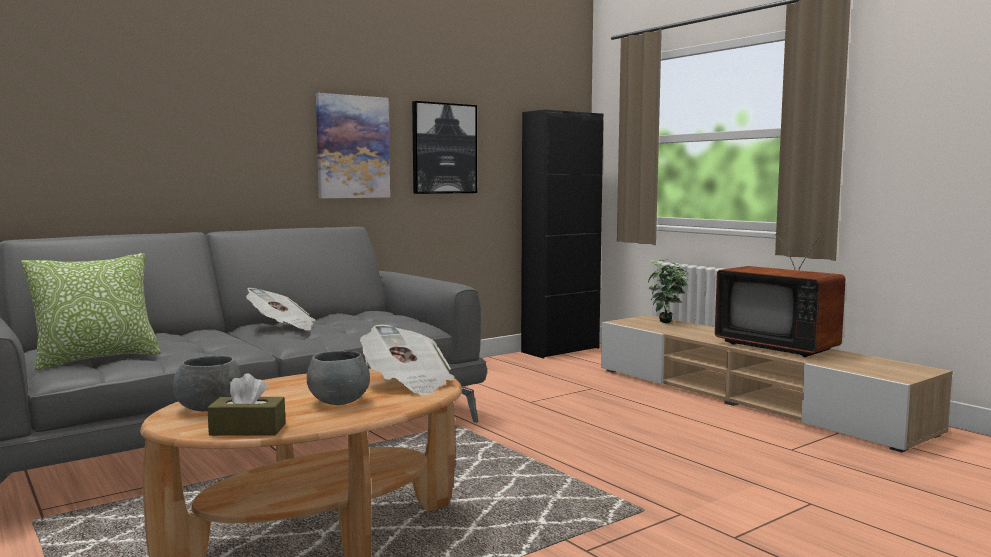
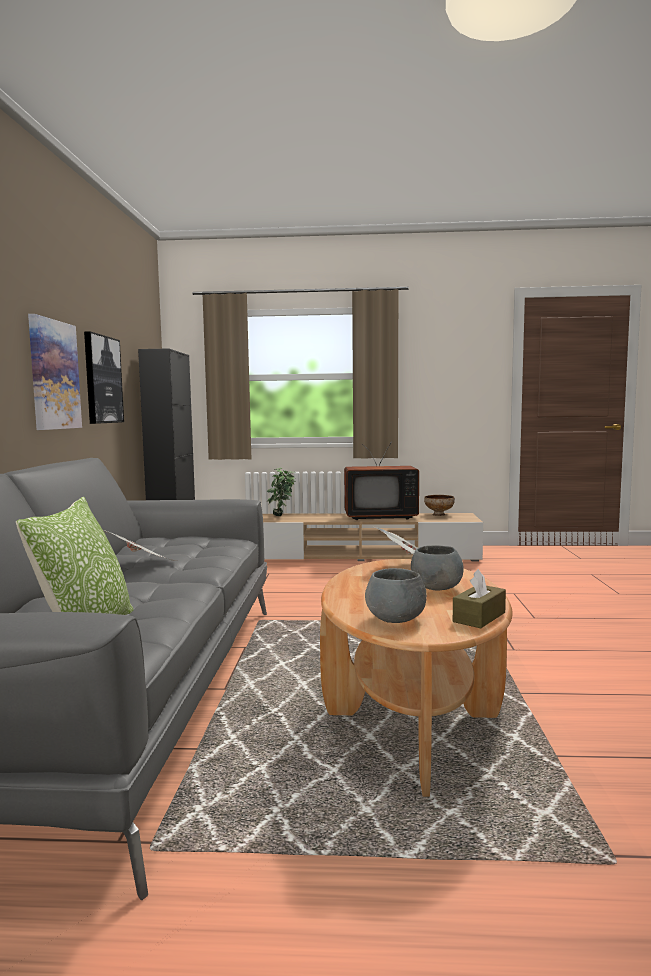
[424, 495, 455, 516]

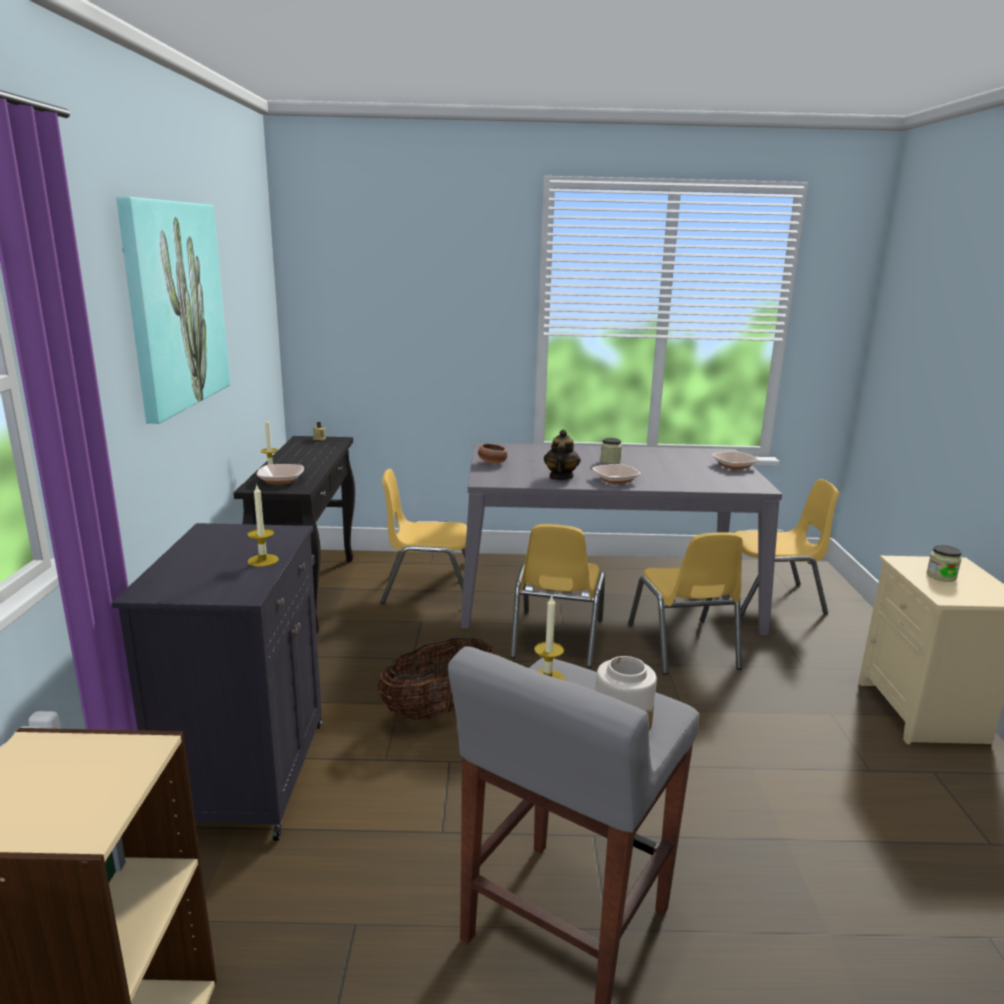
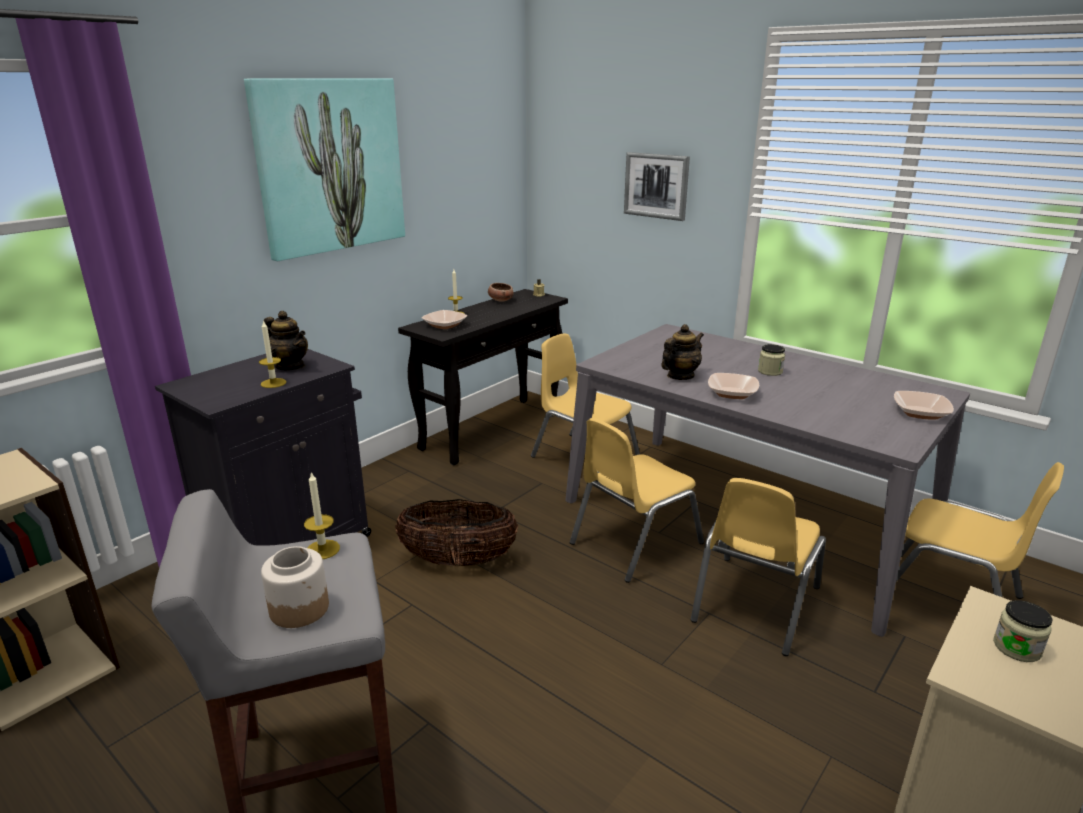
[488, 283, 514, 302]
[264, 311, 308, 370]
[624, 152, 690, 221]

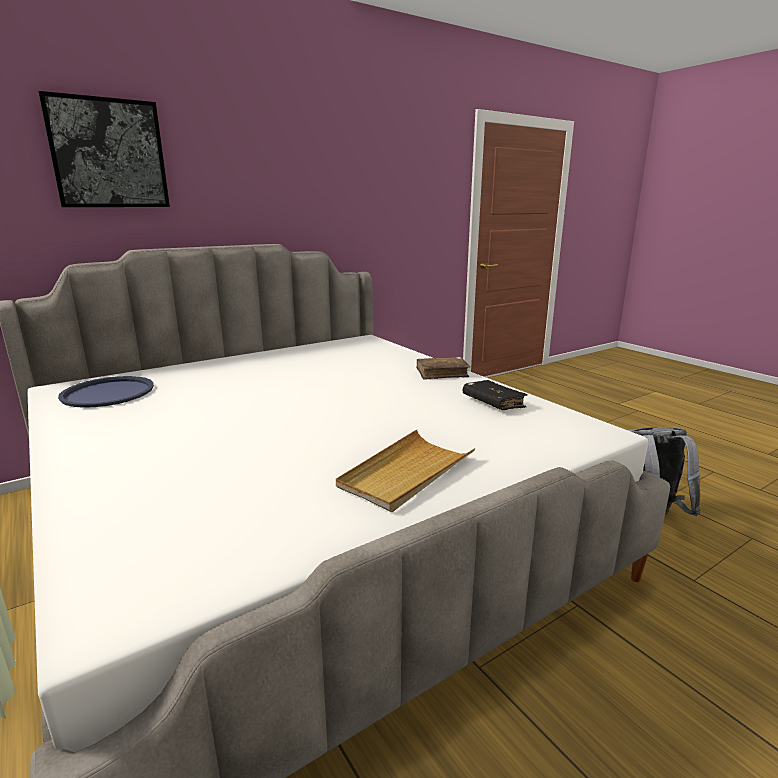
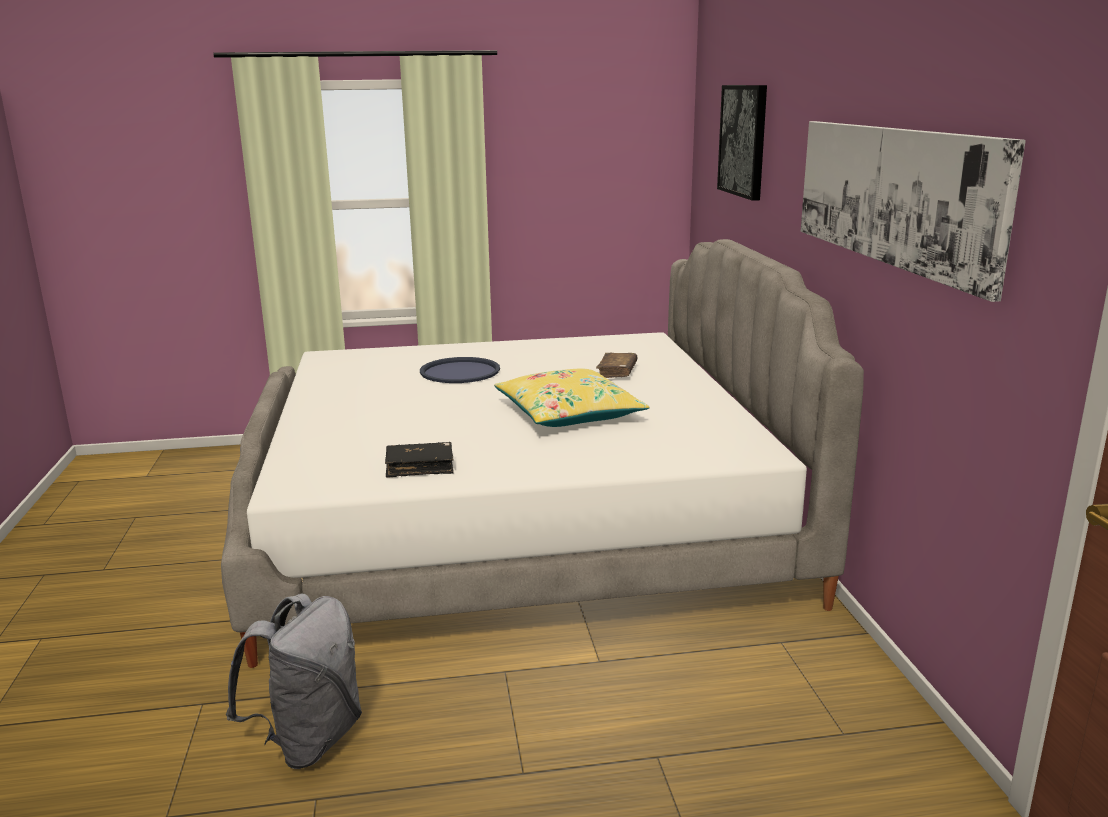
[420, 357, 500, 383]
[336, 429, 475, 512] (first image)
[596, 353, 637, 378]
[494, 369, 649, 427]
[801, 121, 1026, 302]

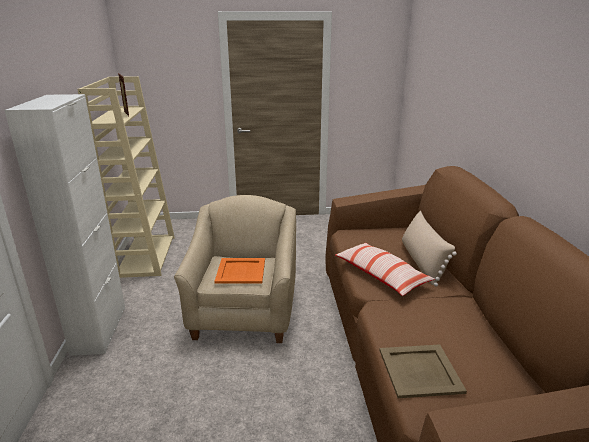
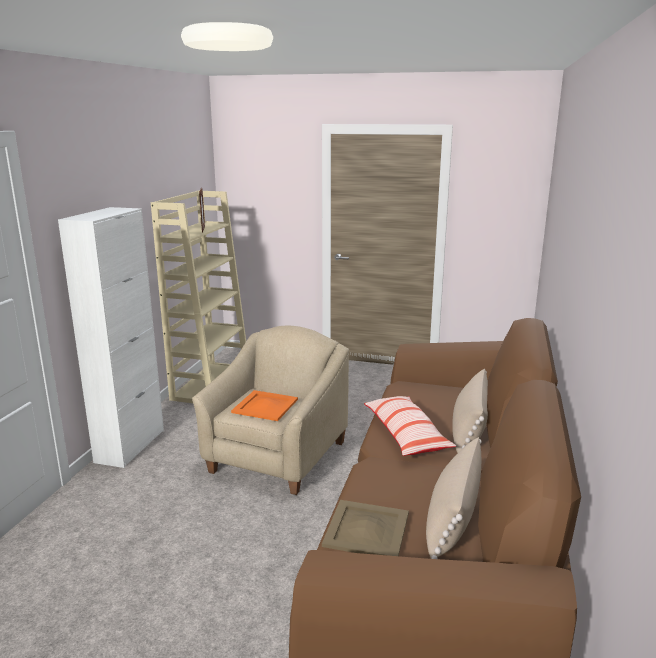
[426, 437, 482, 559]

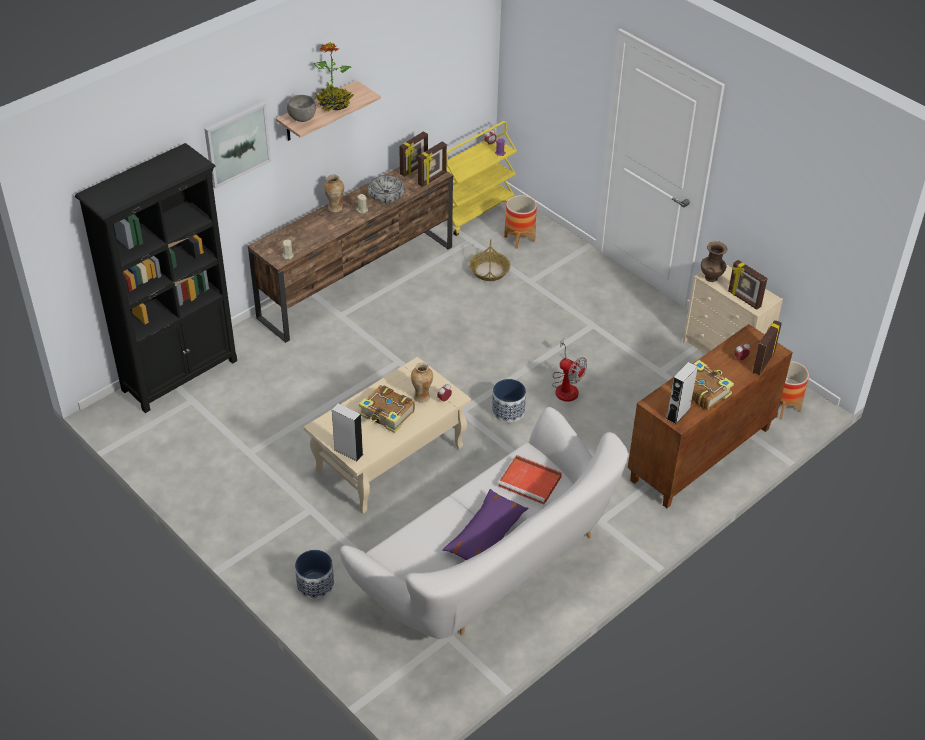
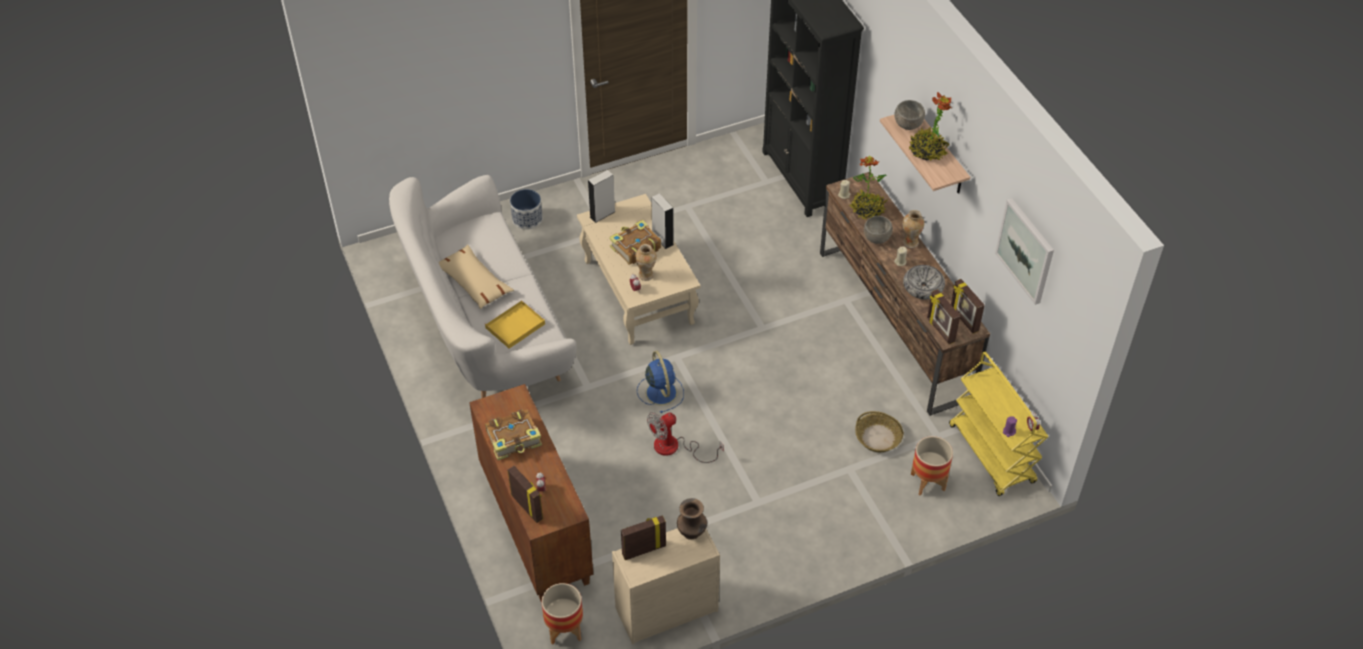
[995, 199, 1054, 305]
[439, 244, 514, 309]
[637, 351, 684, 413]
[484, 300, 545, 349]
[651, 193, 674, 249]
[850, 156, 888, 219]
[864, 216, 893, 244]

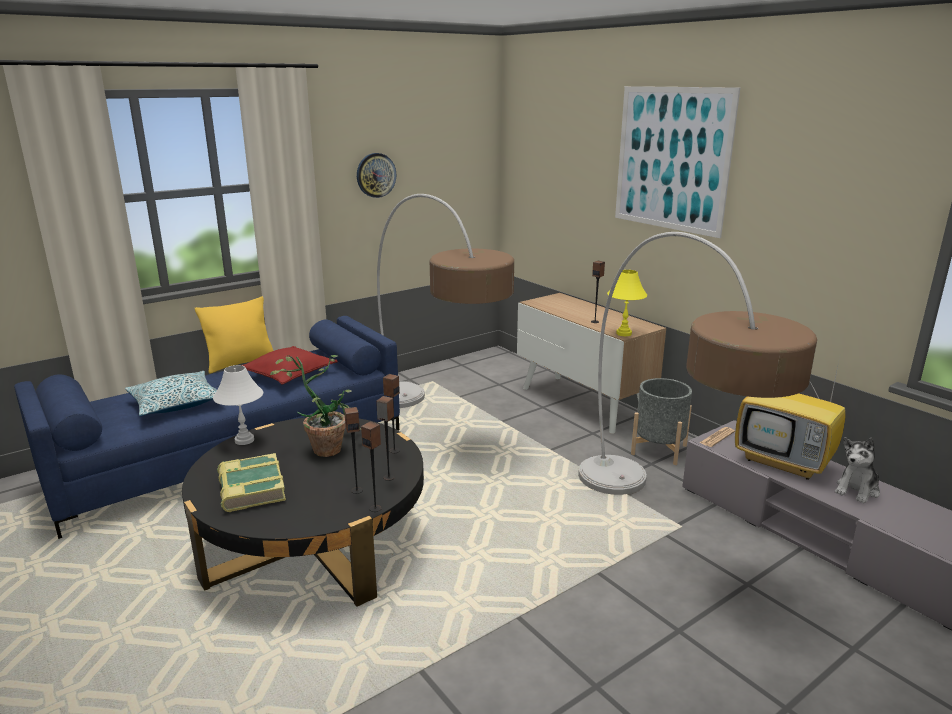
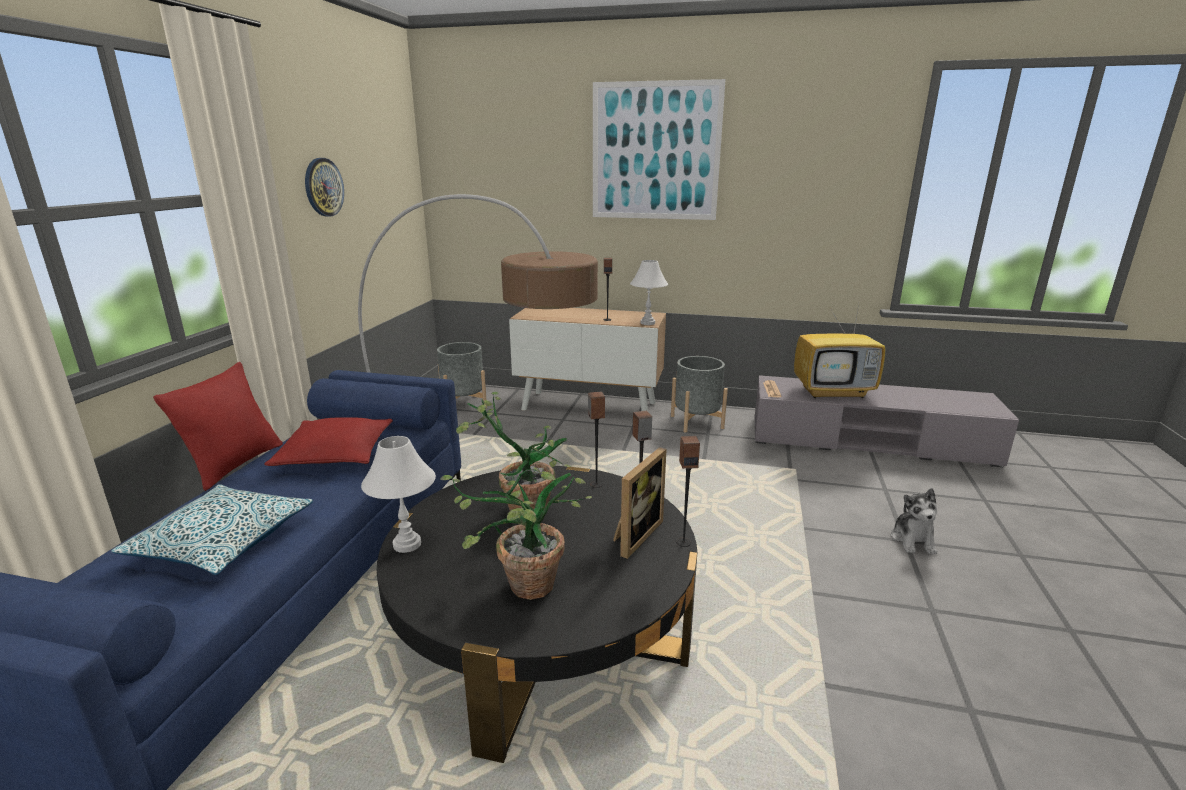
[153, 362, 283, 491]
[440, 467, 592, 600]
[613, 447, 667, 559]
[578, 232, 817, 495] (first image)
[630, 260, 668, 325]
[891, 488, 937, 554]
[437, 342, 487, 408]

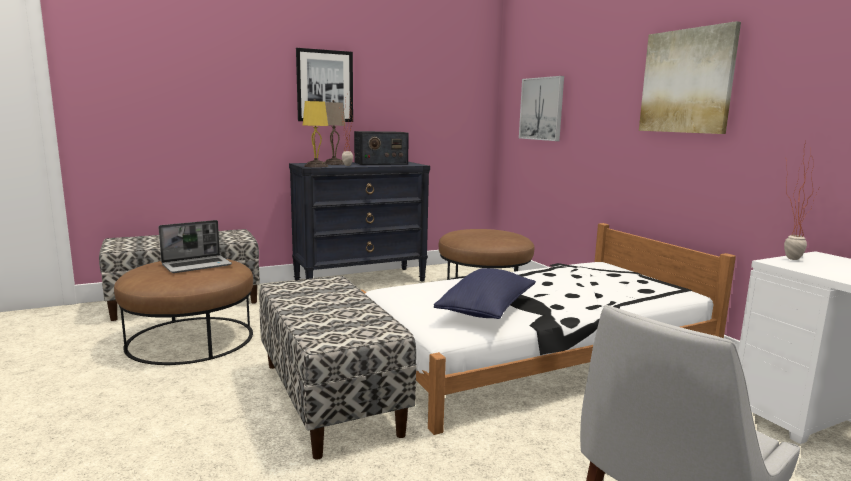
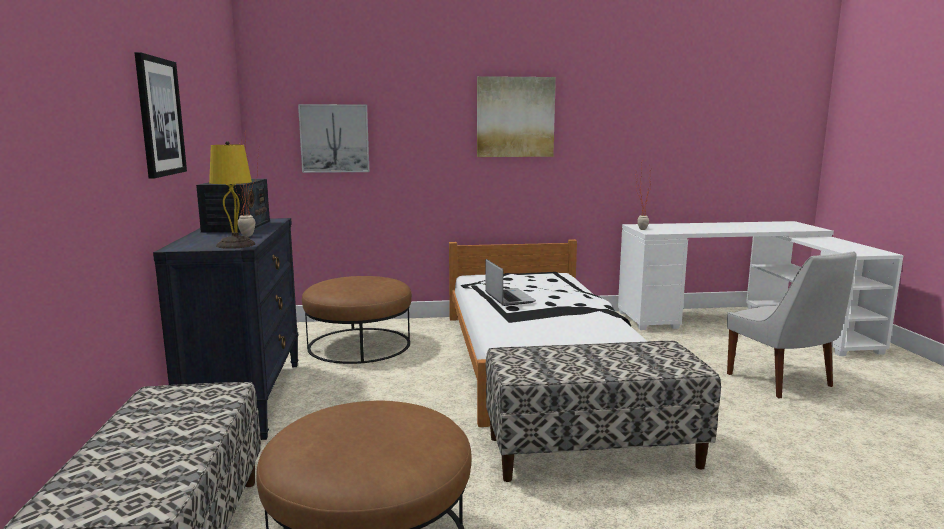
[485, 259, 536, 306]
[325, 100, 346, 165] (first image)
[434, 268, 536, 319] (first image)

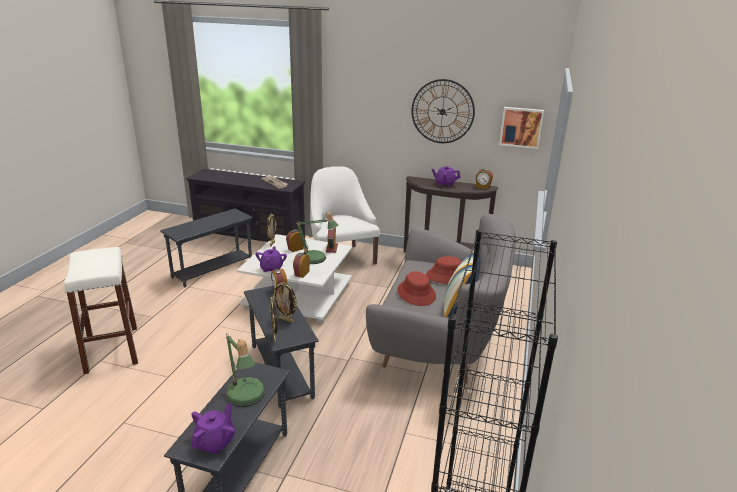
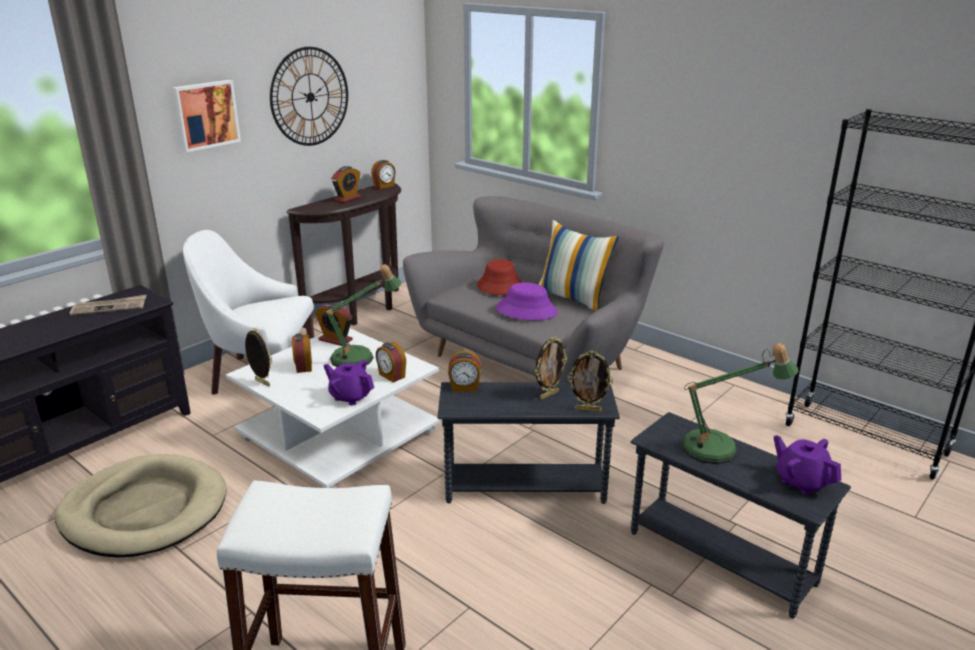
[55, 454, 227, 558]
[496, 283, 558, 320]
[331, 166, 361, 203]
[172, 80, 241, 152]

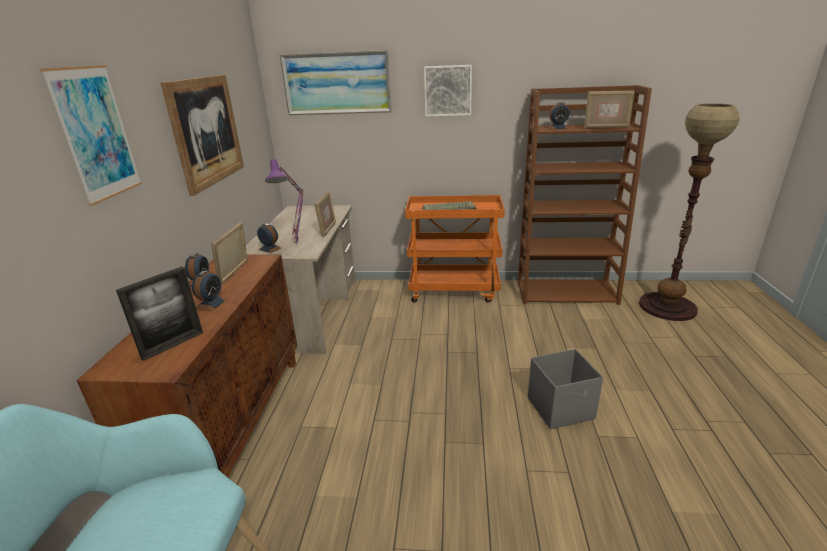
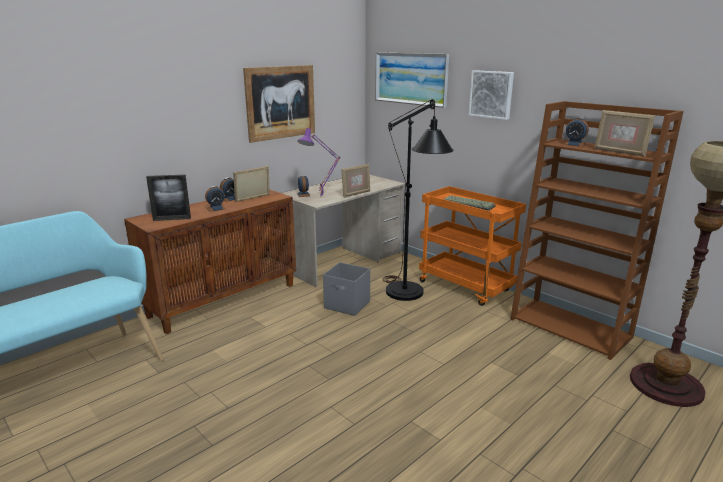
[40, 65, 142, 206] (first image)
[323, 262, 370, 316]
[382, 99, 454, 301]

